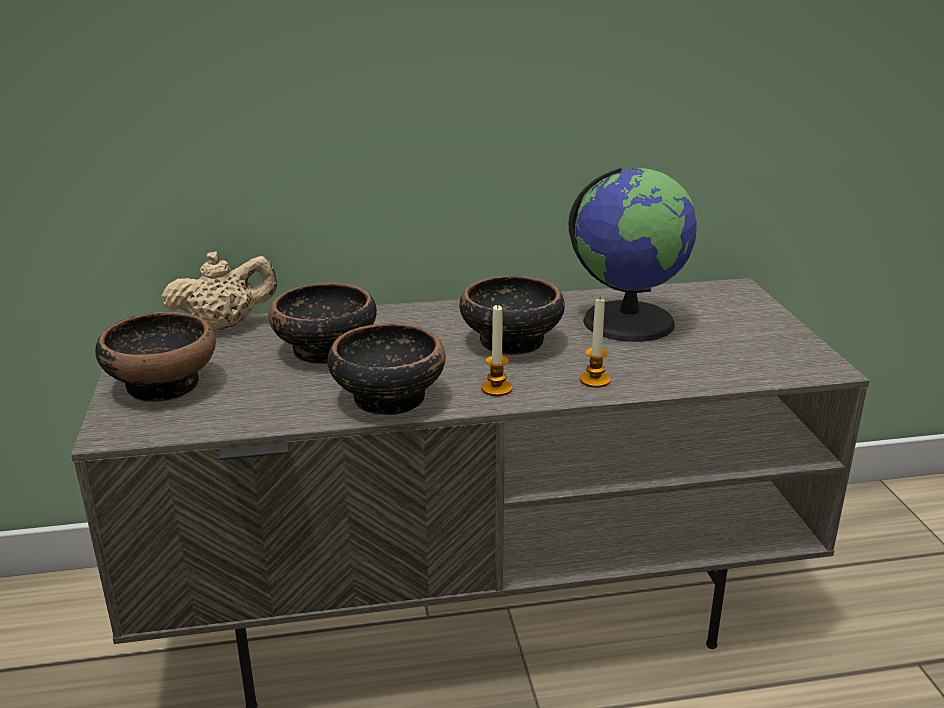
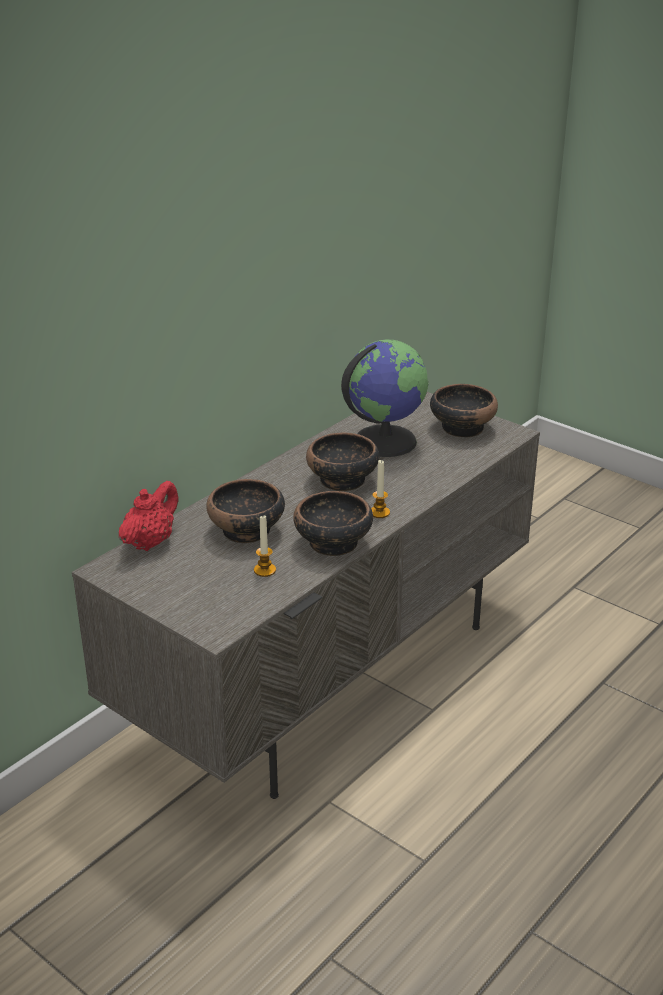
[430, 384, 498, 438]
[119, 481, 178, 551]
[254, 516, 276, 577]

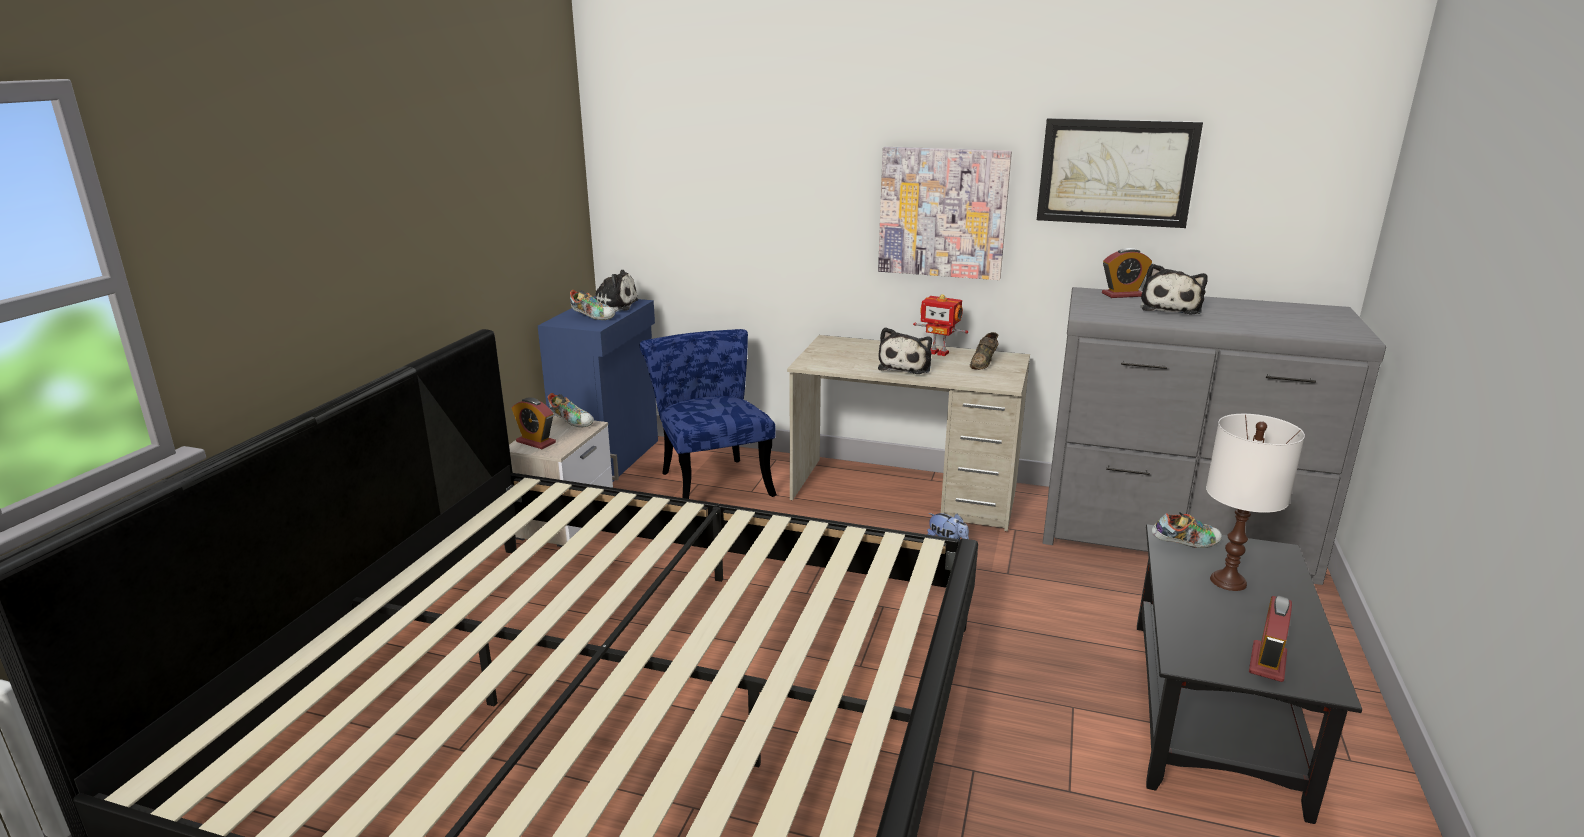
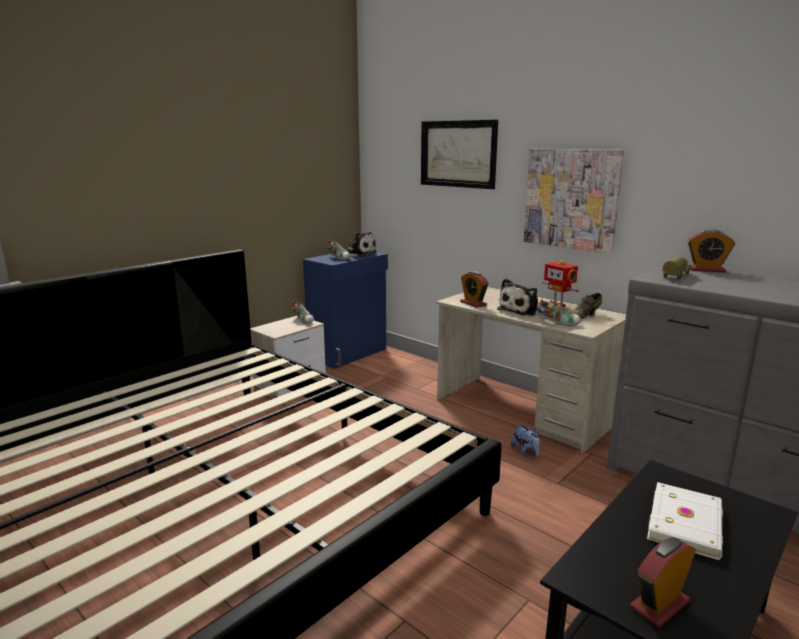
[460, 271, 489, 308]
[640, 329, 777, 499] (first image)
[421, 120, 498, 189]
[1140, 264, 1208, 314] (first image)
[536, 299, 581, 326]
[647, 482, 723, 560]
[662, 256, 691, 279]

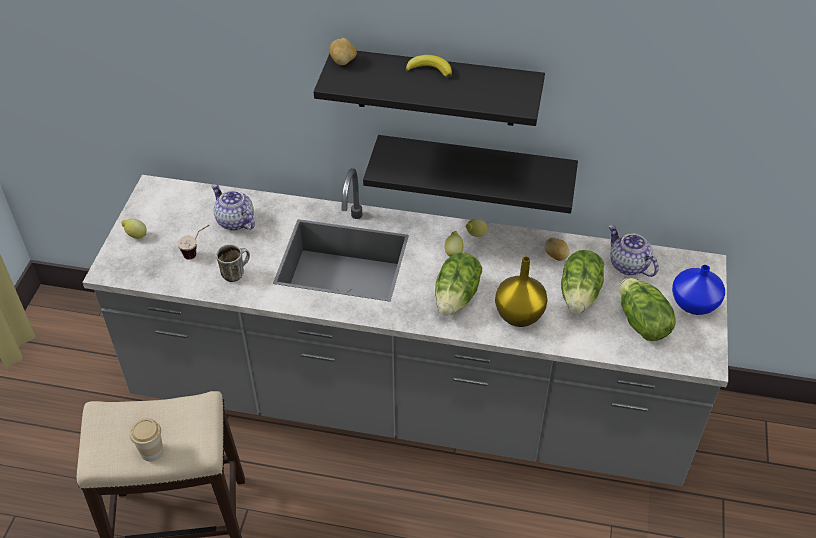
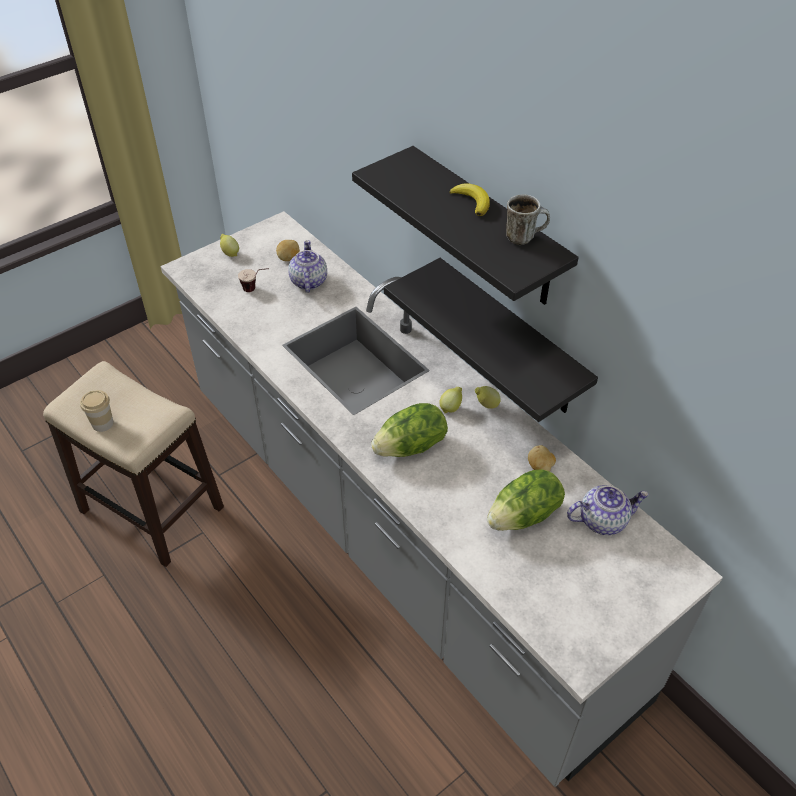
[506, 194, 550, 245]
[276, 240, 300, 261]
[495, 256, 548, 327] (first image)
[567, 485, 649, 535]
[620, 278, 675, 341] (first image)
[672, 265, 725, 315] (first image)

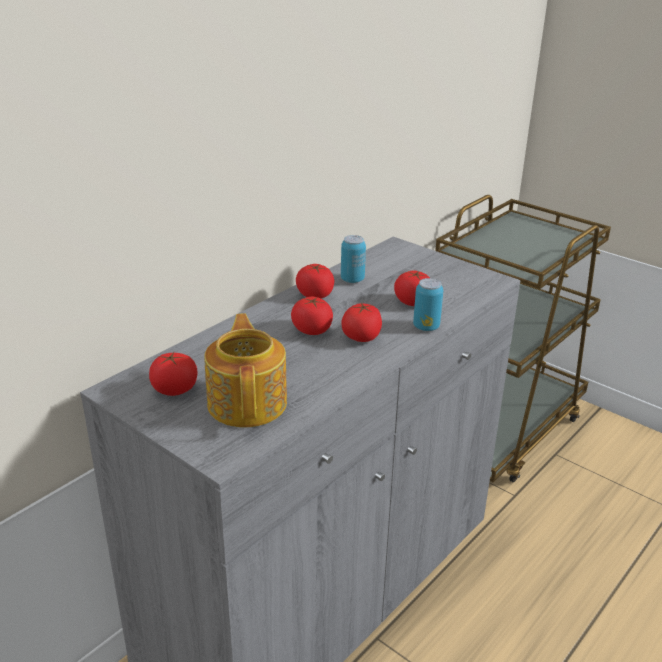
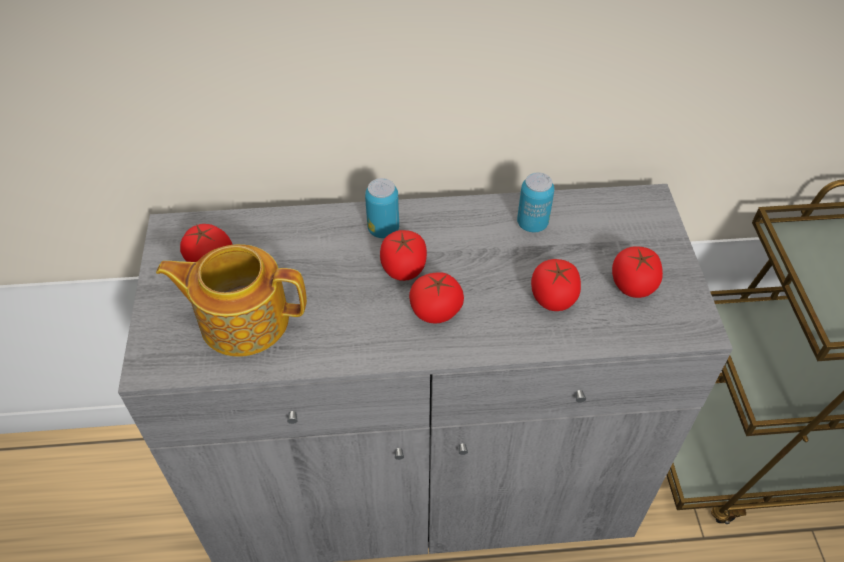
[156, 244, 307, 357]
[612, 246, 663, 298]
[365, 178, 399, 238]

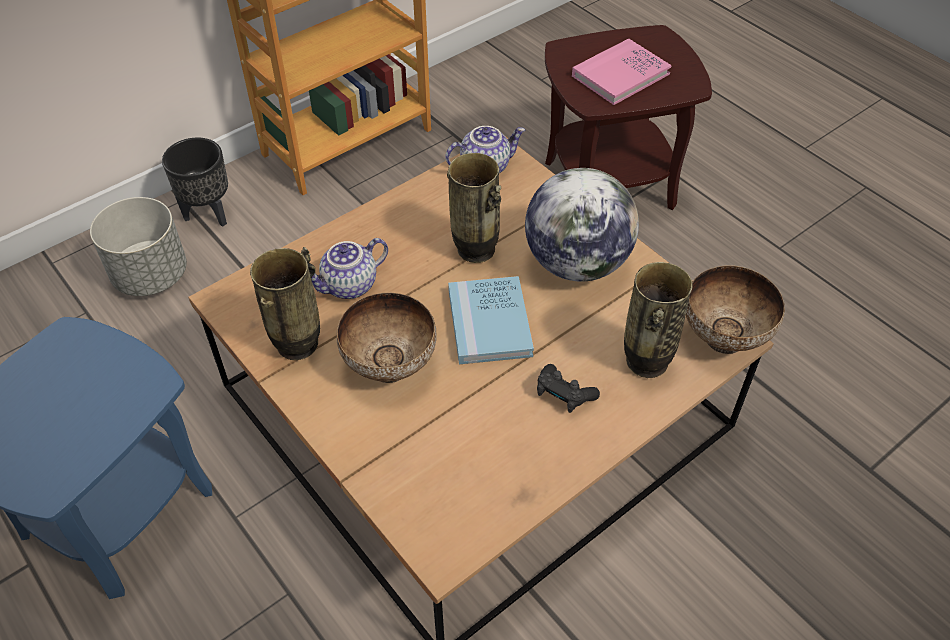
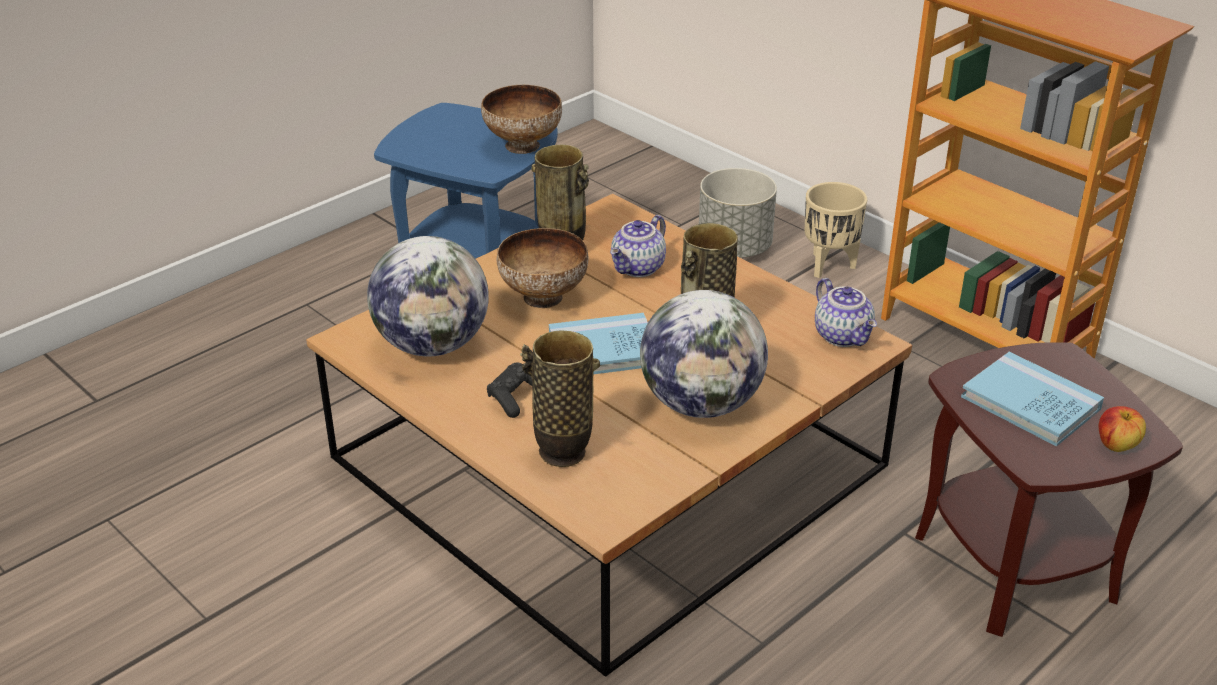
[805, 182, 867, 278]
[610, 215, 666, 277]
[961, 352, 1104, 447]
[481, 85, 562, 154]
[367, 236, 489, 357]
[1099, 406, 1146, 452]

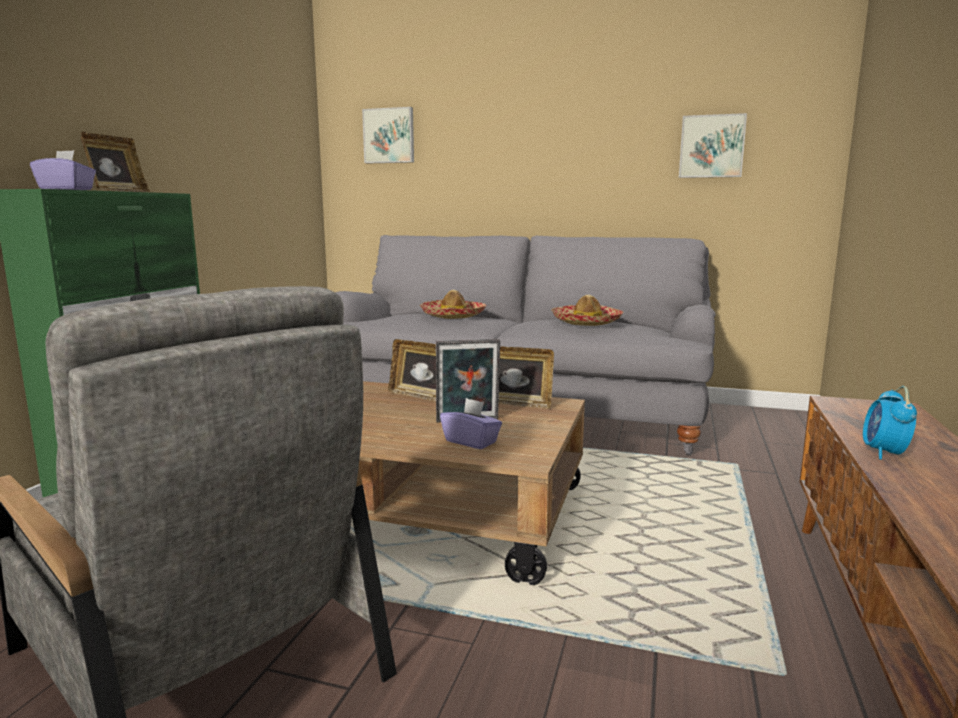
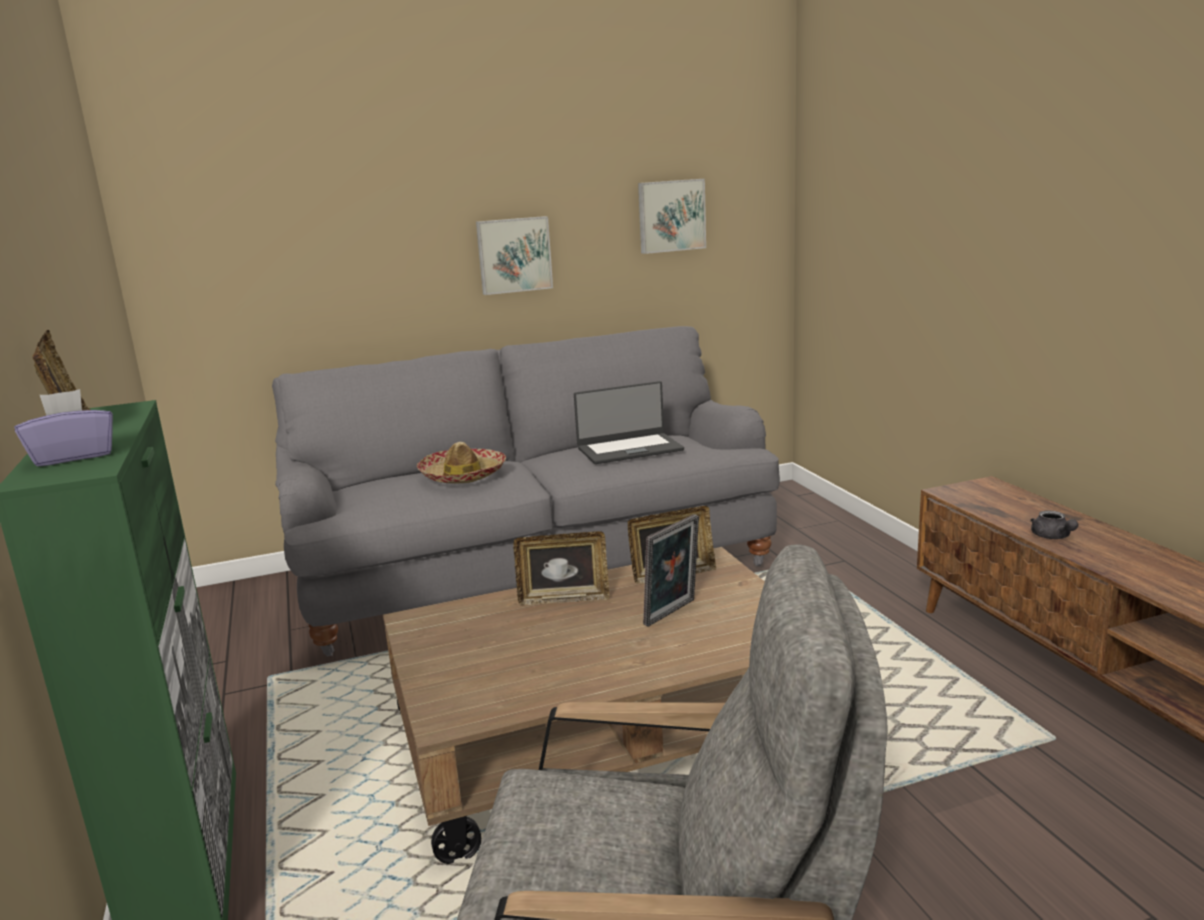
[476, 216, 553, 295]
[440, 398, 502, 449] (first image)
[574, 381, 684, 464]
[1030, 510, 1078, 539]

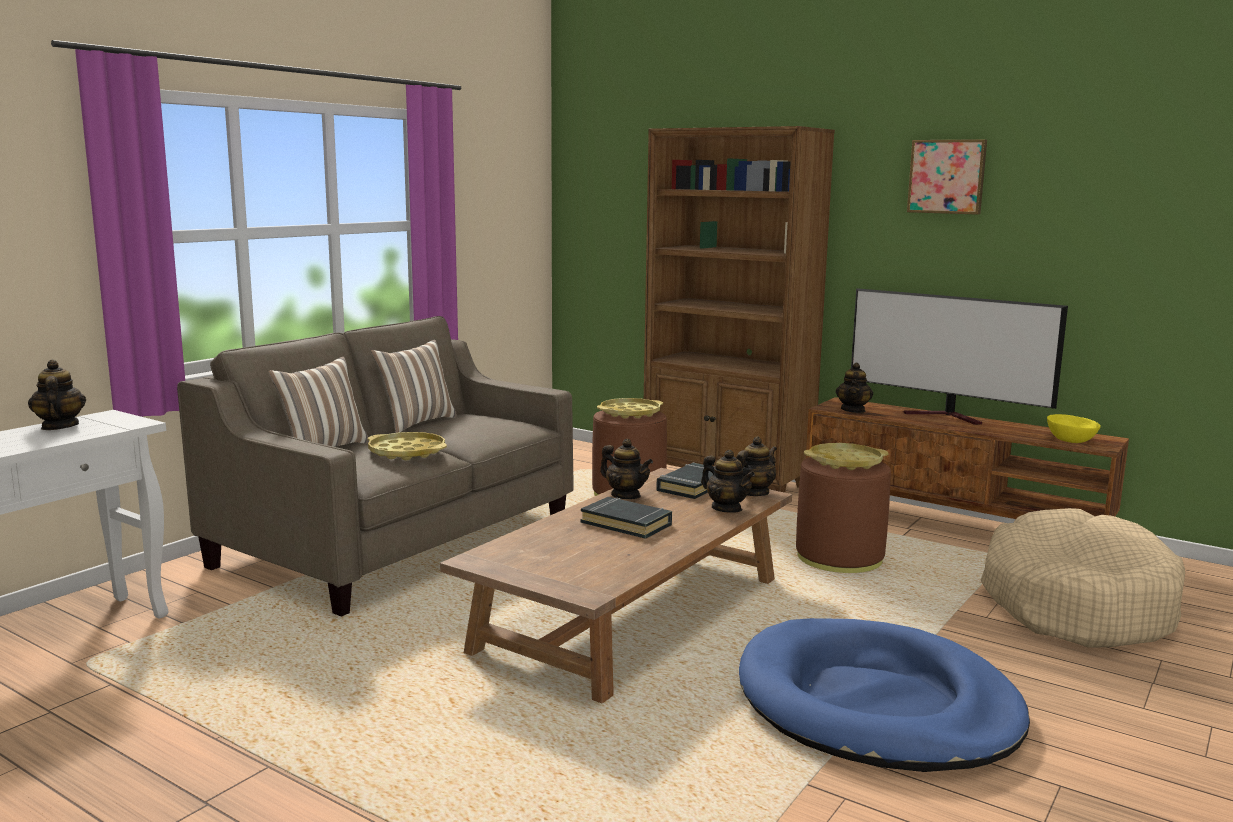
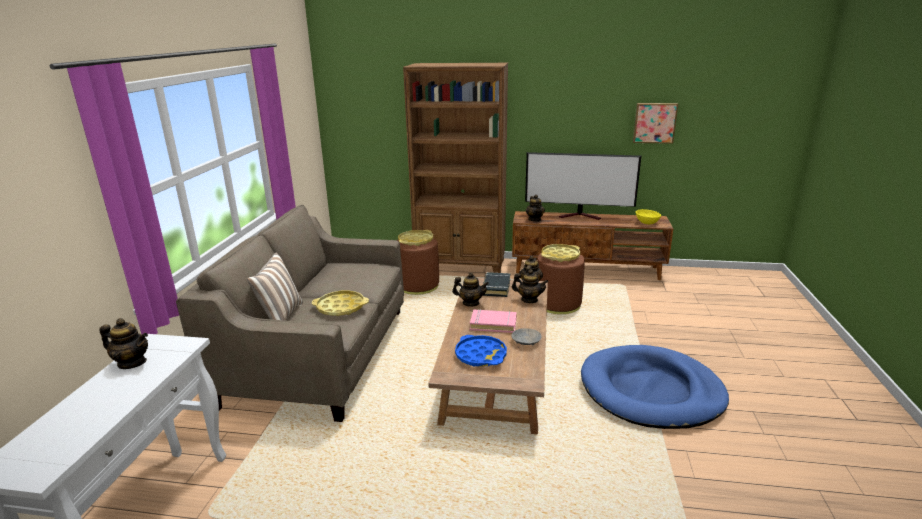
[99, 318, 148, 369]
[371, 340, 457, 433] (first image)
[470, 309, 517, 333]
[633, 103, 678, 144]
[981, 508, 1185, 648] (first image)
[455, 335, 507, 367]
[512, 328, 541, 345]

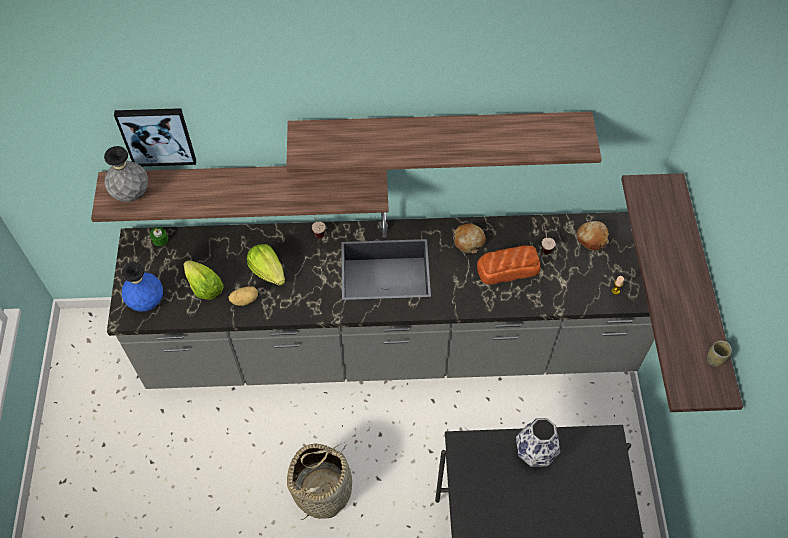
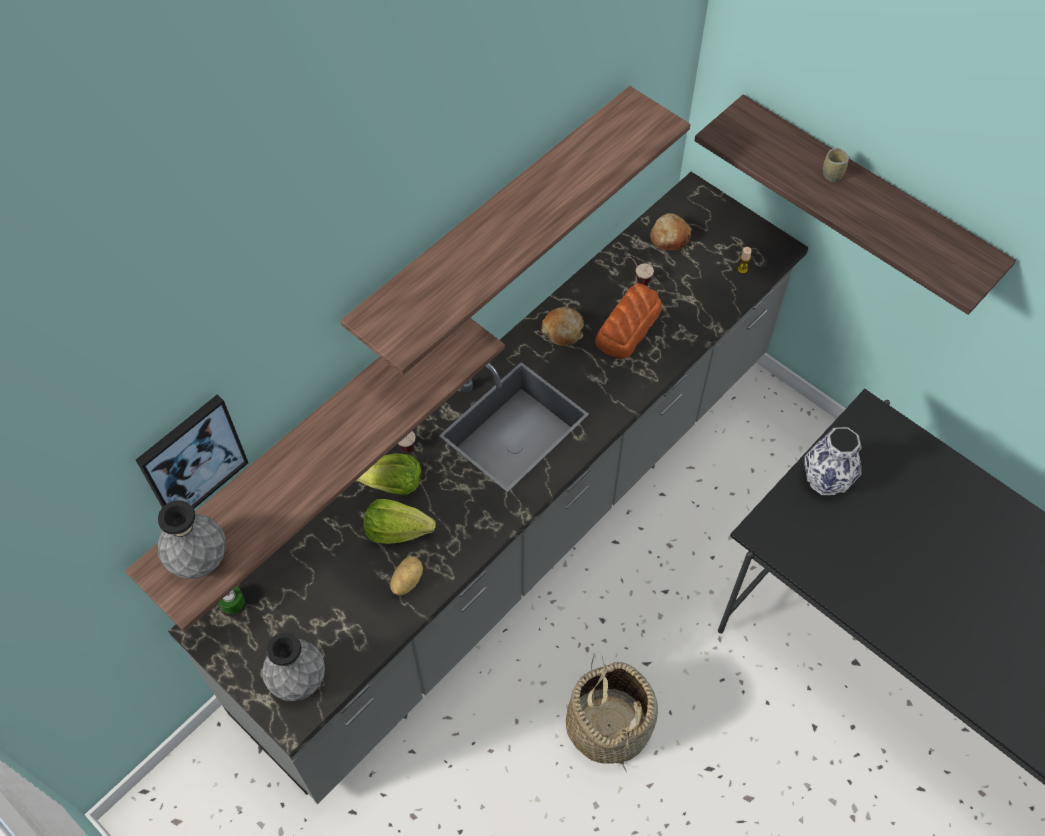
[262, 632, 325, 701]
[356, 453, 421, 494]
[823, 148, 849, 182]

